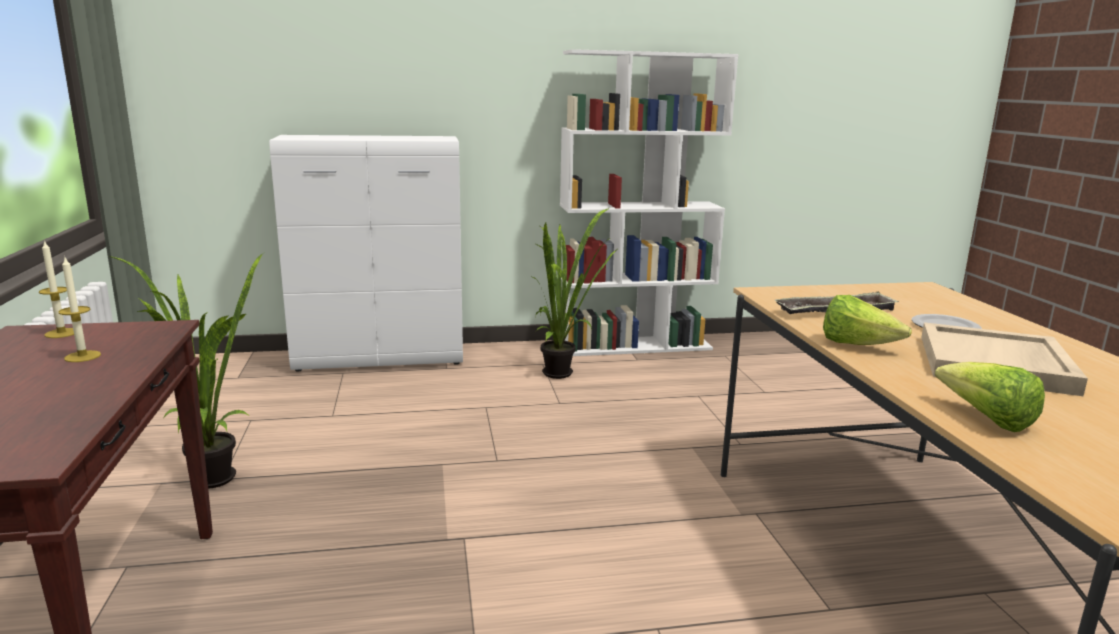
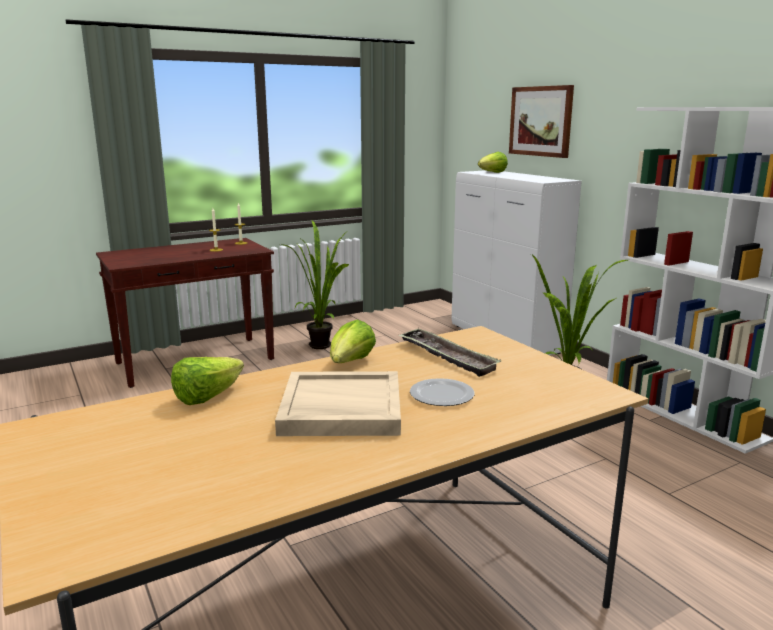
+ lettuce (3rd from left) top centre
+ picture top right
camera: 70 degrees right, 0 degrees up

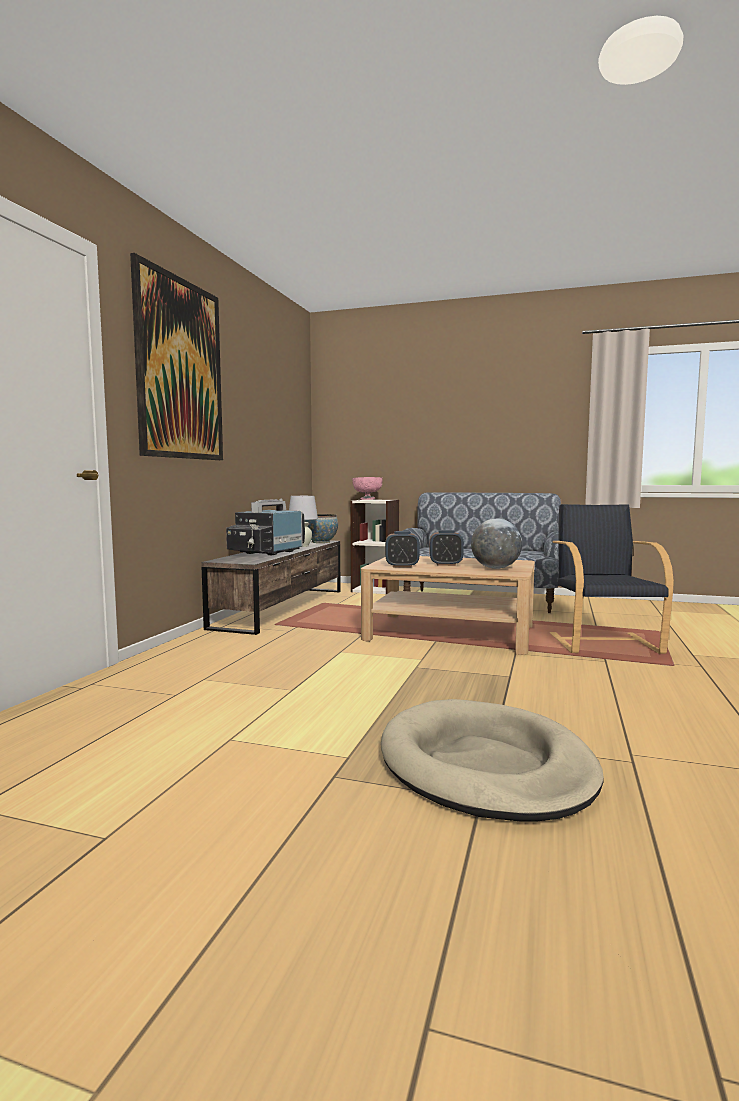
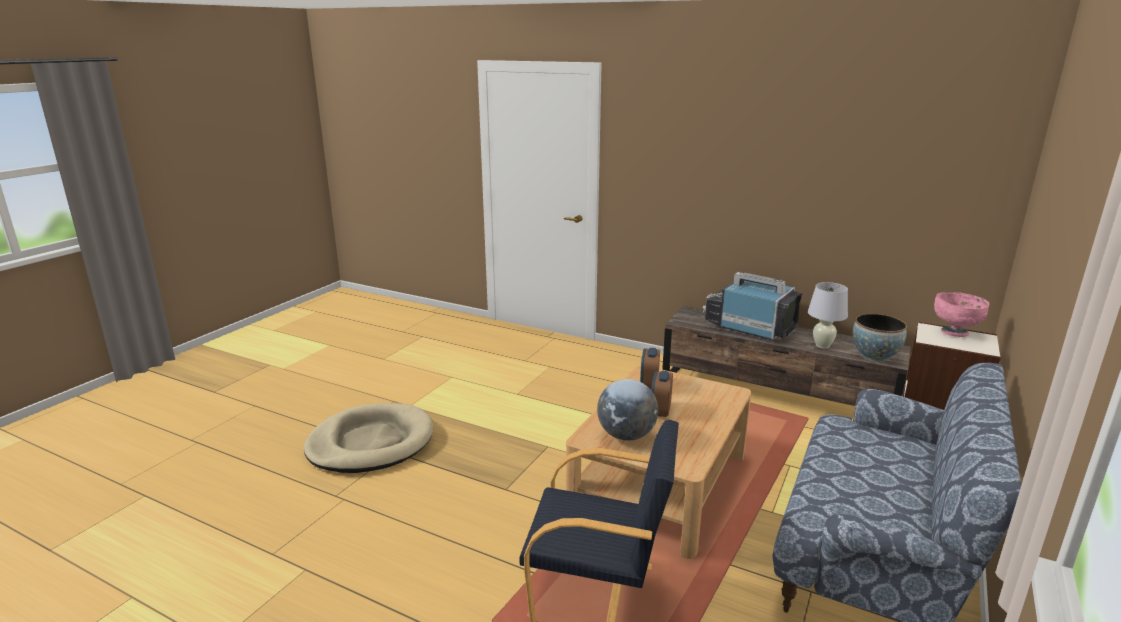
- picture top left
camera: 100 degrees right, 15 degrees up

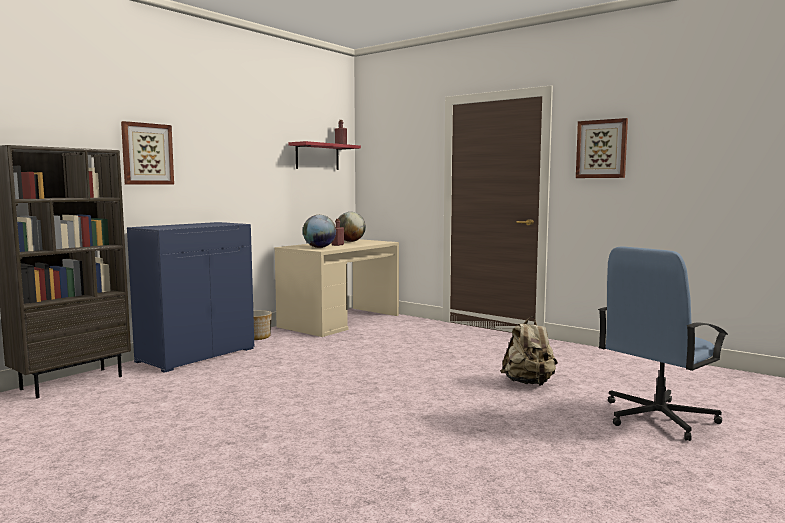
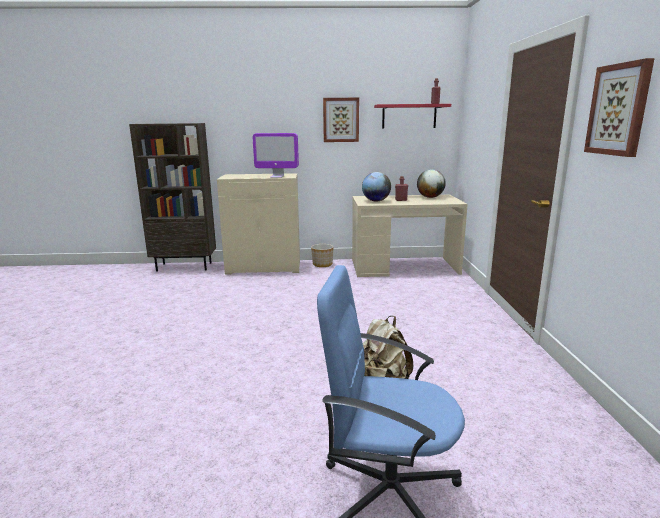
+ monitor top centre
~ picture (1st from left) top left to top centre
~ blue cabinet middle left to beige cabinet centre
camera: 50 degrees right, 10 degrees up

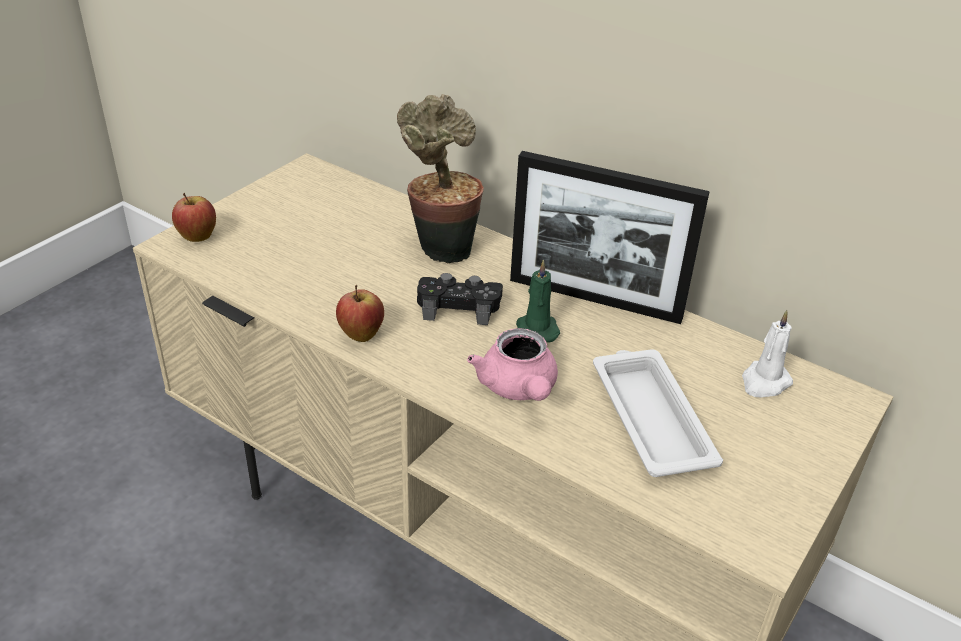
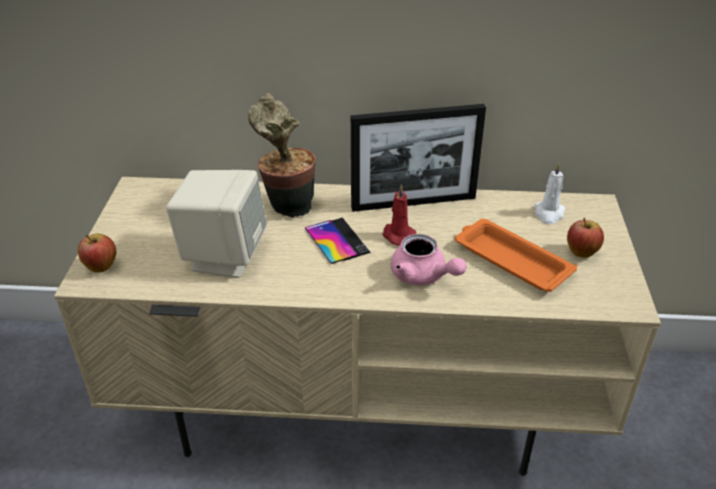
+ beige speaker middle left
~ apple (2nd from left) centre to middle right
~ black game controller centre to phone centre
~ green candle centre to red candle centre
~ white tray middle right to orange tray middle right
camera: 30 degrees left, 0 degrees up

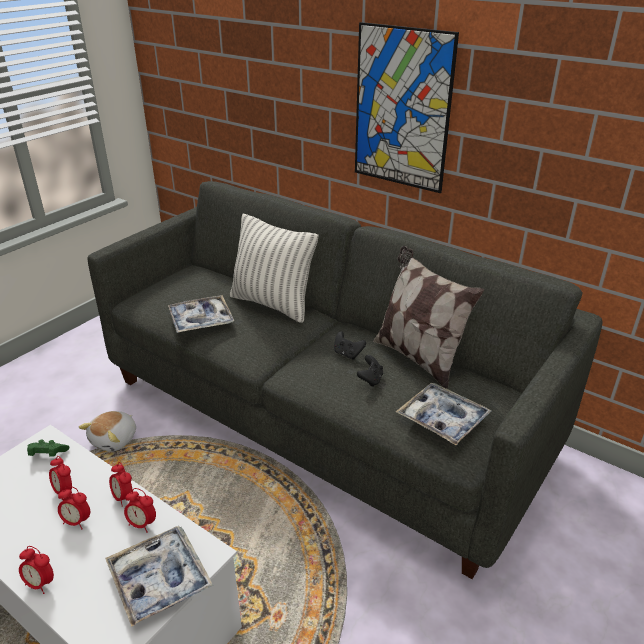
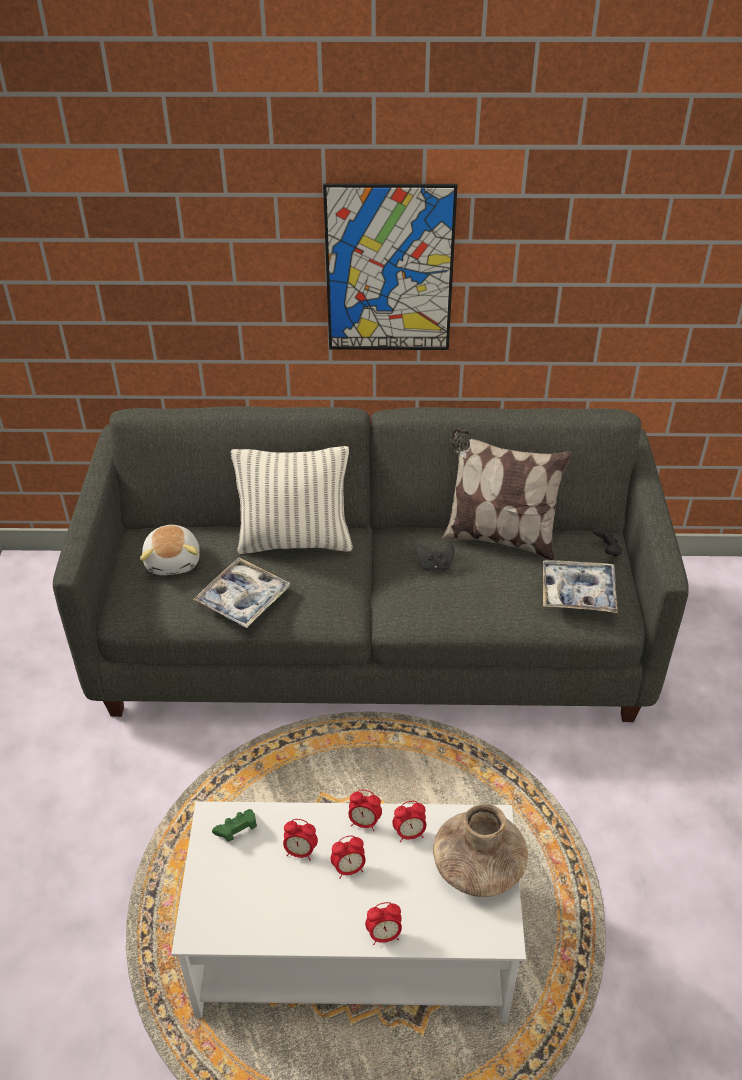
~ plush toy bottom left to middle left
~ black game controller (2nd from left) centre to middle right
~ tray (1st from left) bottom left to brown vase bottom centre
camera: 35 degrees left, 10 degrees up

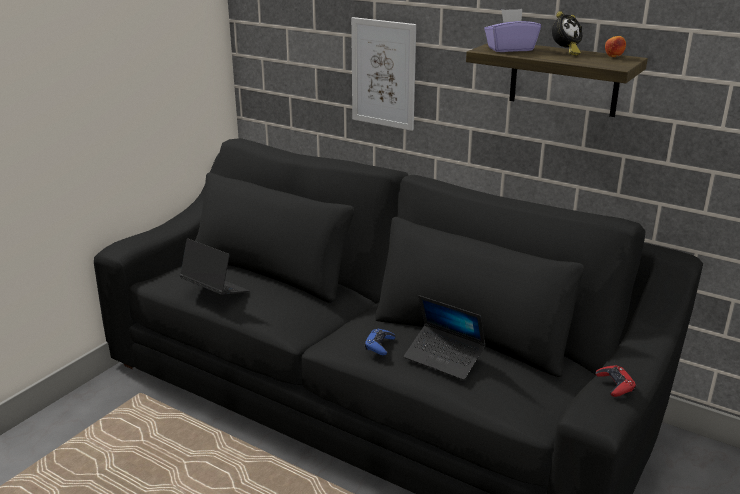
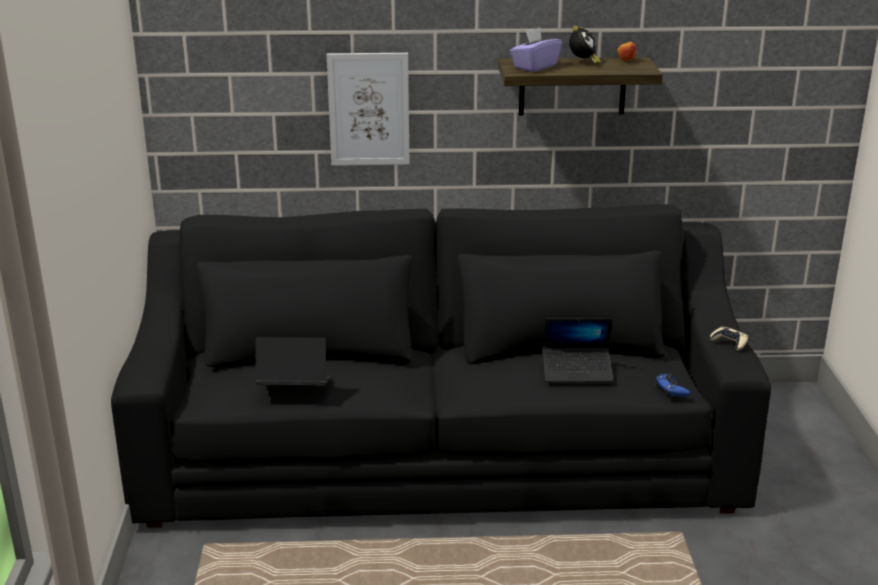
~ blue game controller bottom centre to middle right
~ red game controller bottom right to beige game controller middle right
camera: 35 degrees left, 0 degrees up

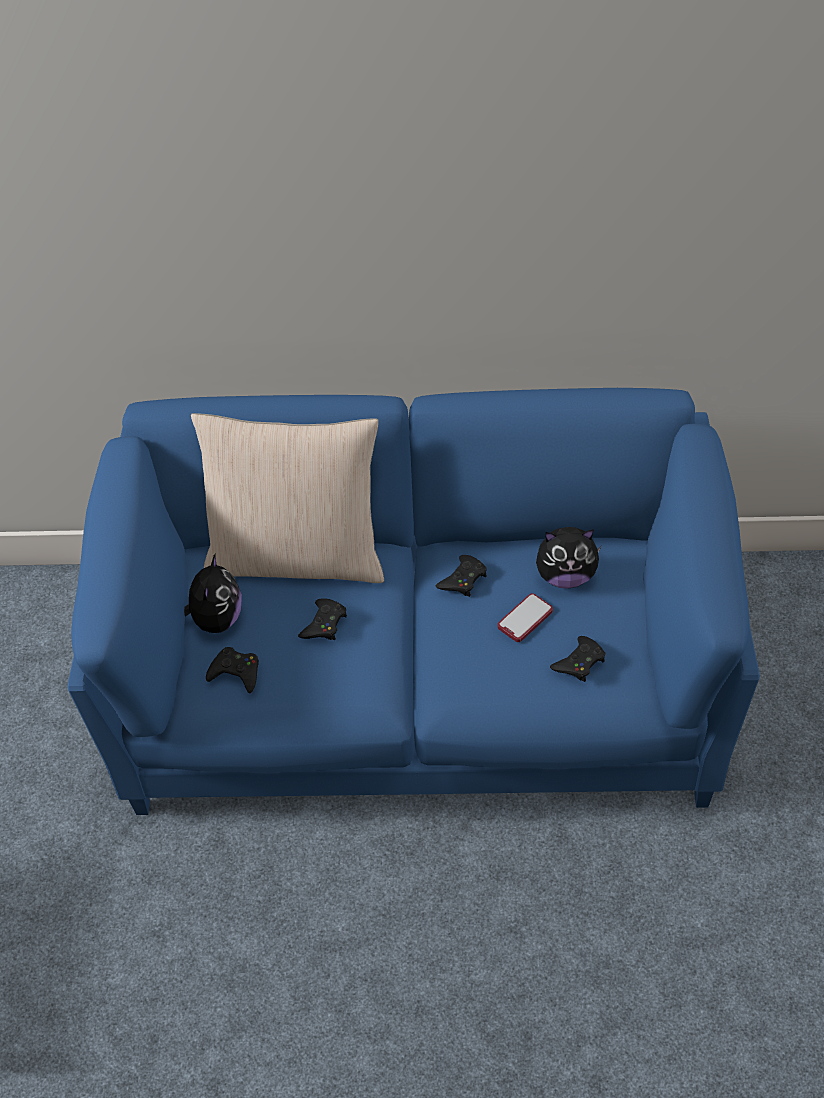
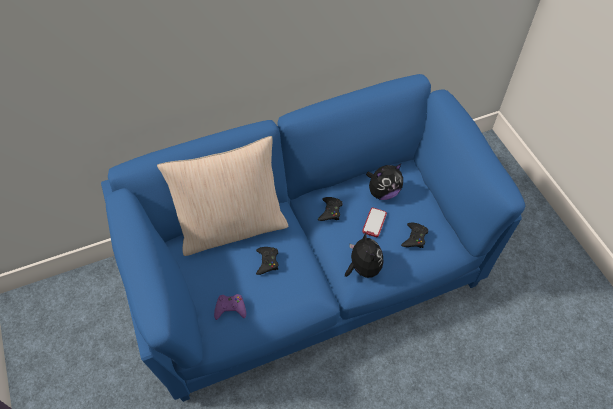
~ plush toy (1st from left) middle left to centre
~ black game controller (1st from left) middle left to purple game controller bottom centre
camera: 25 degrees left, 5 degrees up

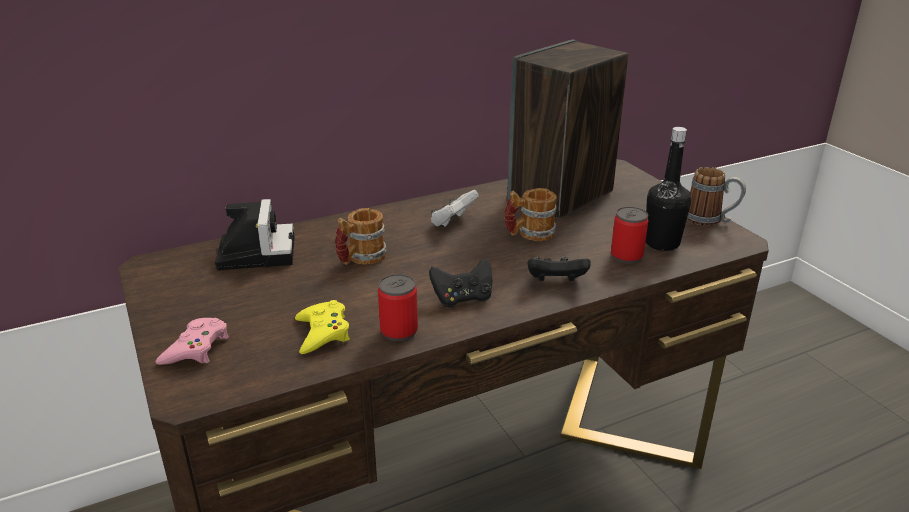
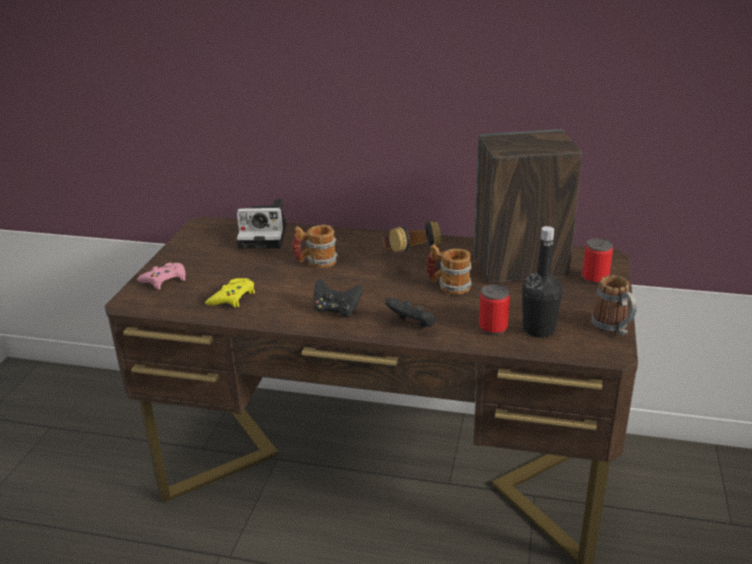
~ can (1st from left in the first image) centre to can (2nd from left) middle right
~ white game controller centre to headphones centre
~ photo camera middle left = centre 60 degrees clockwise
camera: 40 degrees right, 0 degrees up

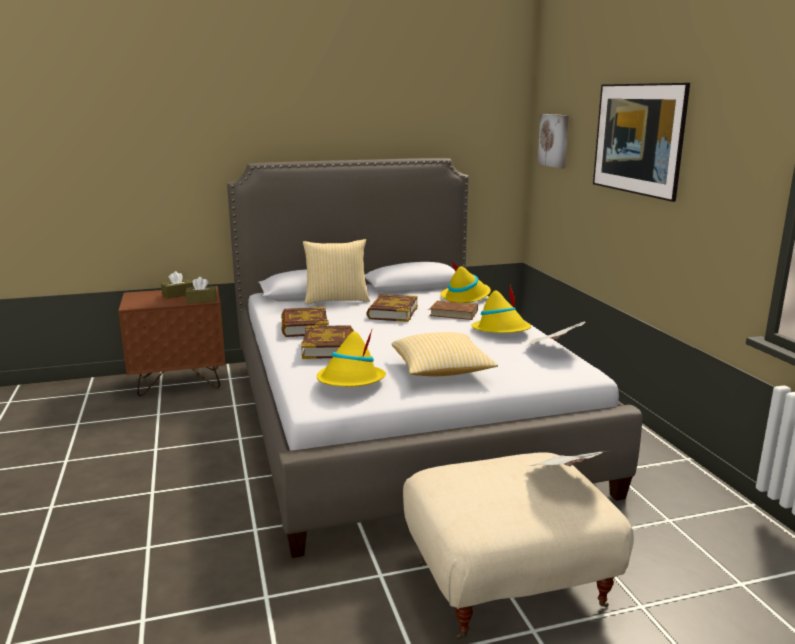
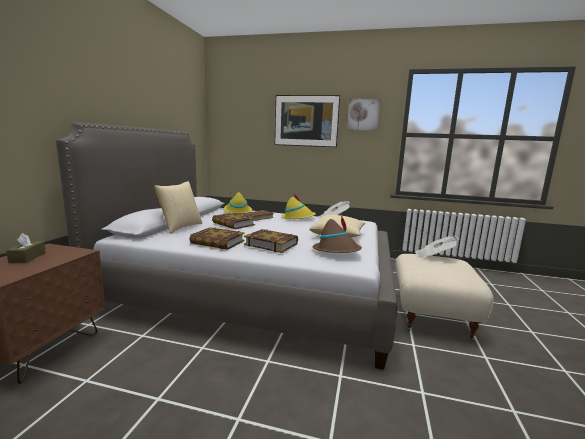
- brown tissue box (2nd from left) middle left
~ picture (1st from left in the first image) top right to picture (2nd from left) top centre
~ yellow hat (1st from left) centre to brown hat centre
camera: 60 degrees left, 5 degrees down

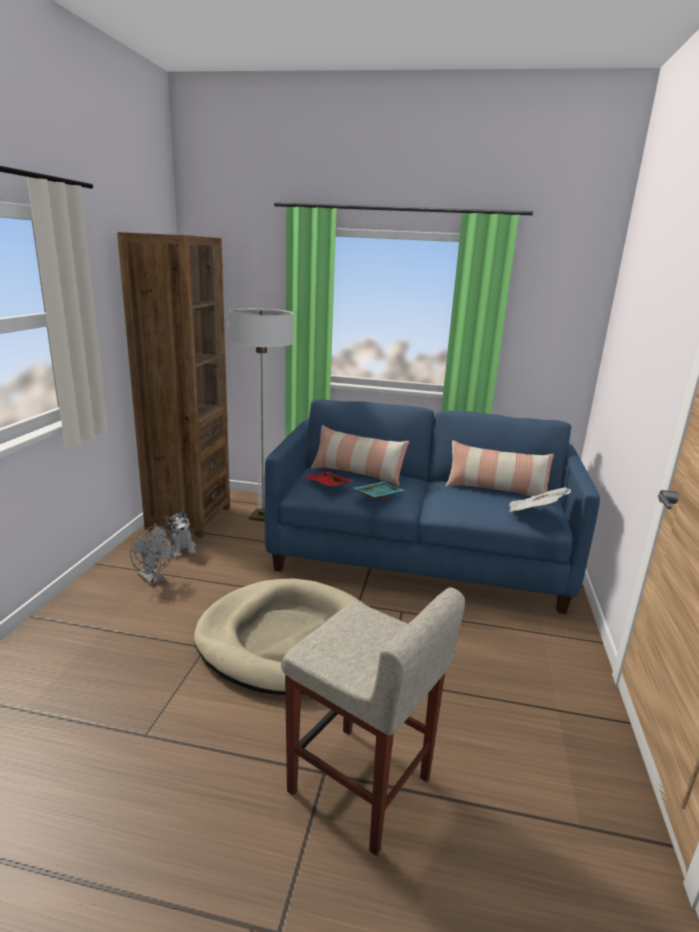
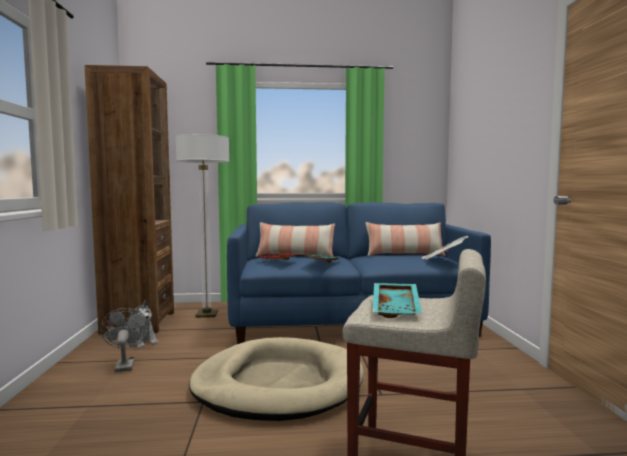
+ turquoise tray (2nd from left) centre
~ grey fan middle left = bottom left 135 degrees counterclockwise
camera: 15 degrees left, 15 degrees down

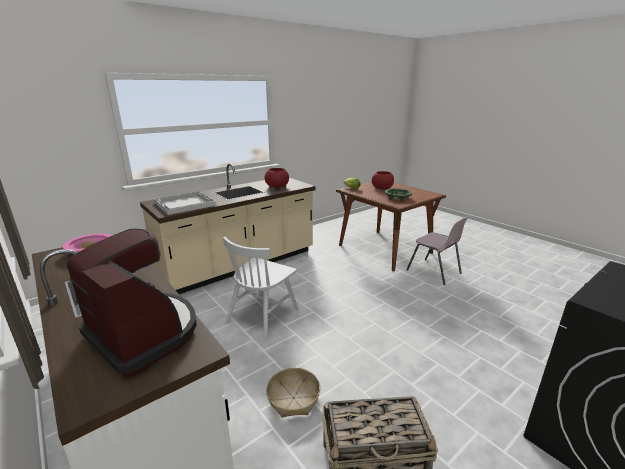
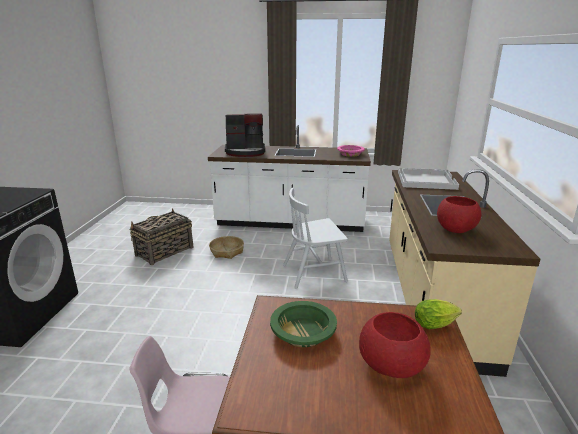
~ white chair centre = centre 90 degrees counterclockwise
camera: 135 degrees right, 0 degrees up

